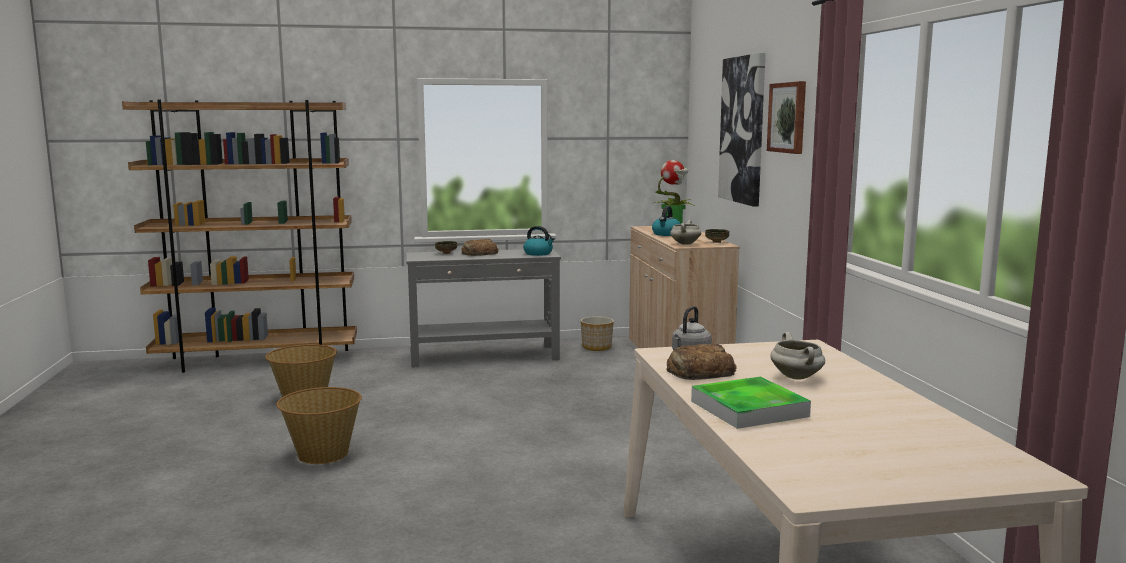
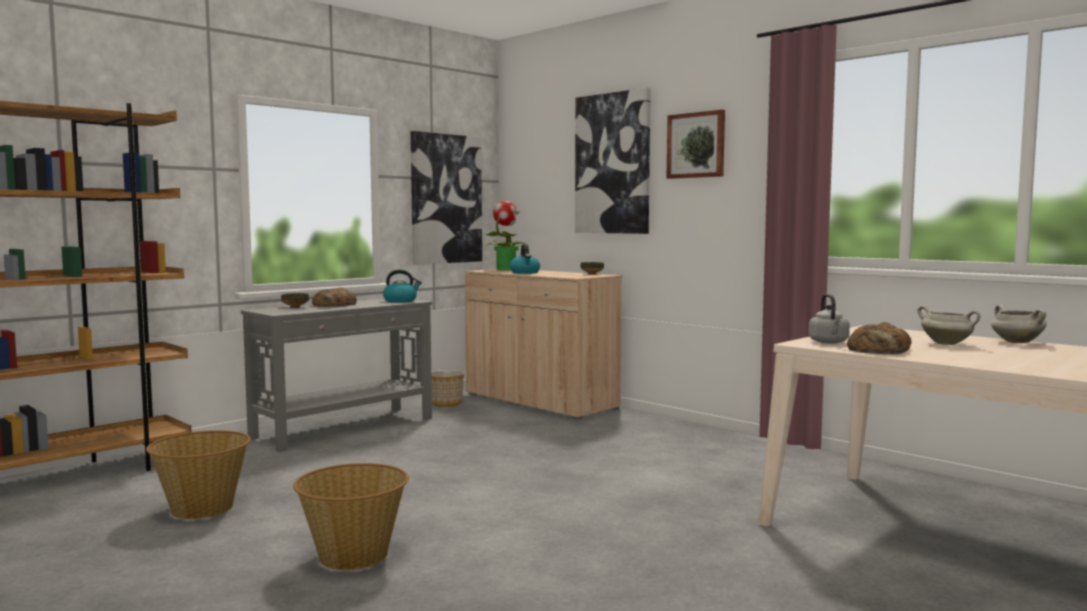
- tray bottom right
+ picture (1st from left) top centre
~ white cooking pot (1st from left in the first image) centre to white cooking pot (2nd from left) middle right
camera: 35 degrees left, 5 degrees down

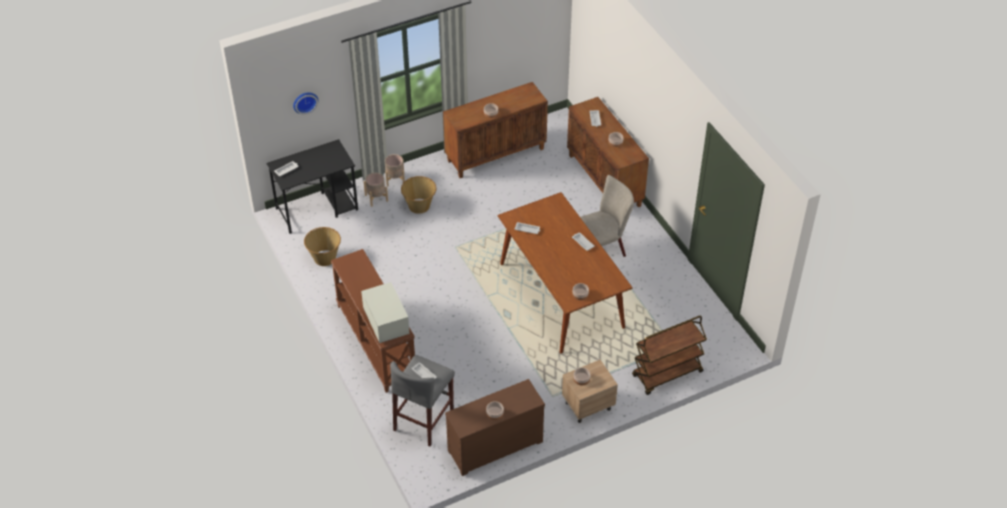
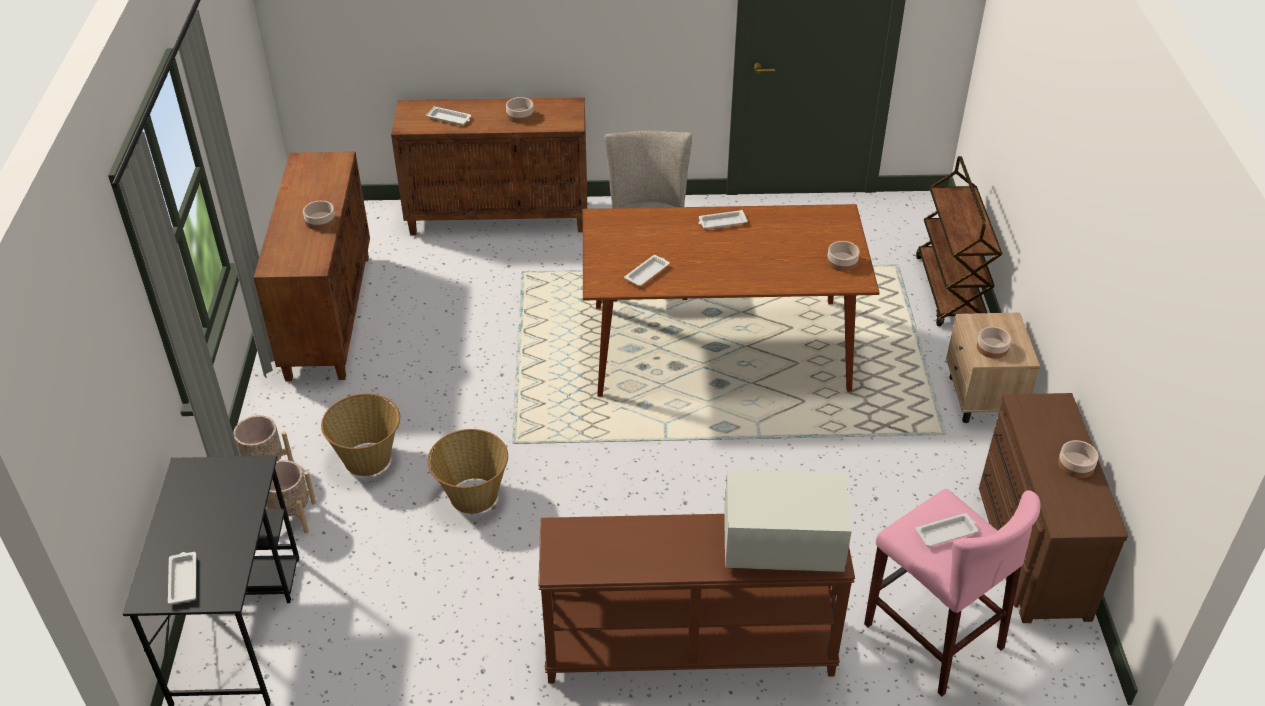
- wall clock top left
~ basket (1st from left in the first image) middle left to basket (2nd from left) bottom centre
~ grey stool bottom centre to pink stool bottom right
camera: 65 degrees left, 5 degrees down

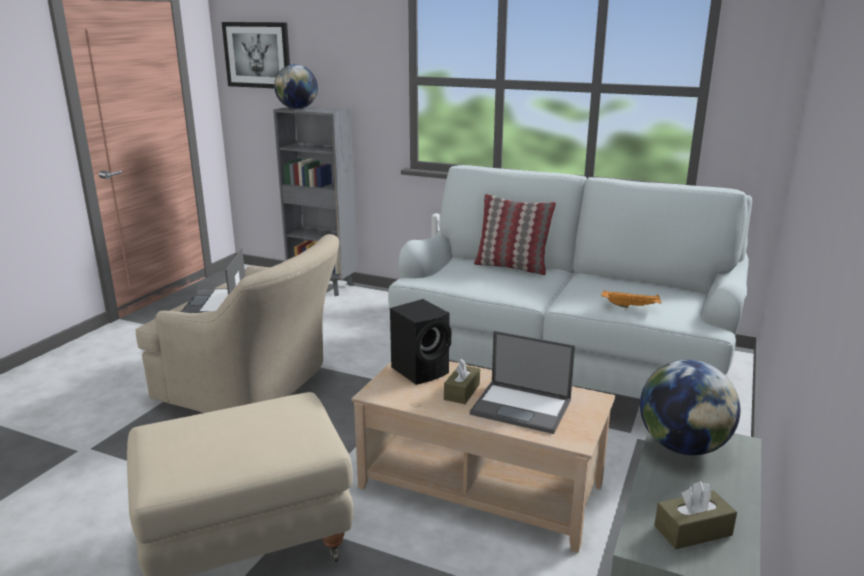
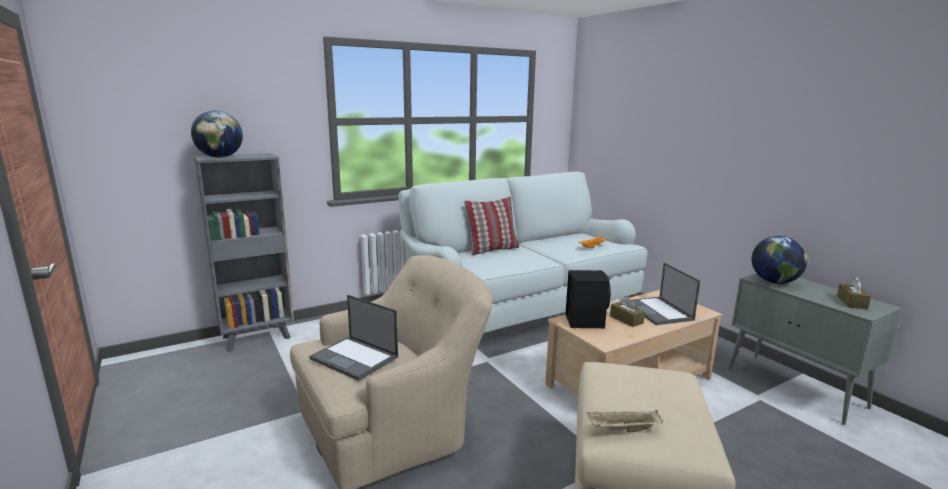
- picture top left
+ beige tray bottom centre
~ laptop (2nd from left) centre = middle right 105 degrees clockwise
camera: 55 degrees left, 5 degrees down

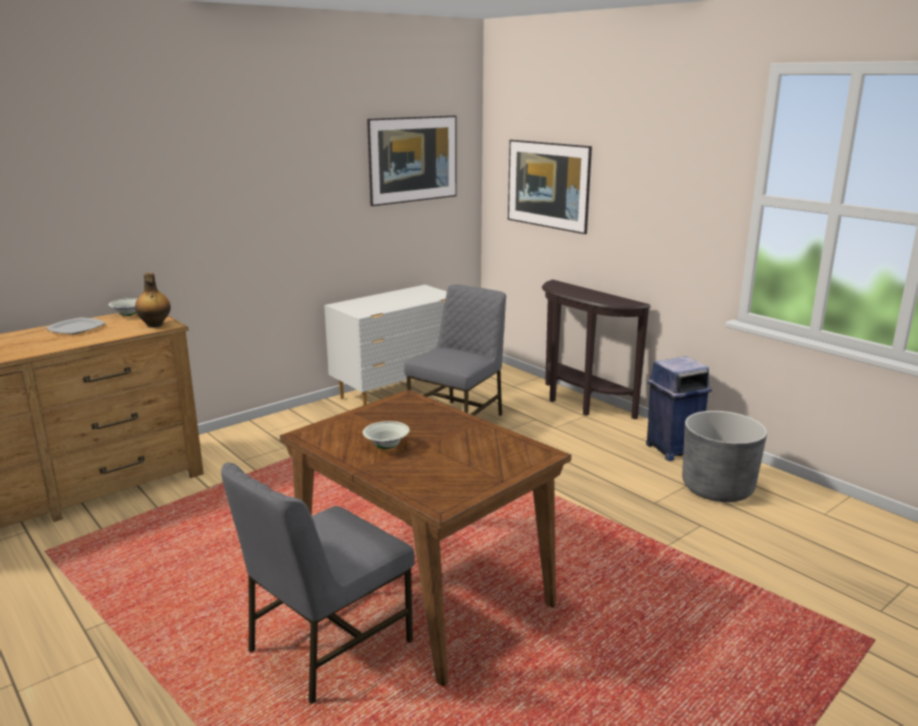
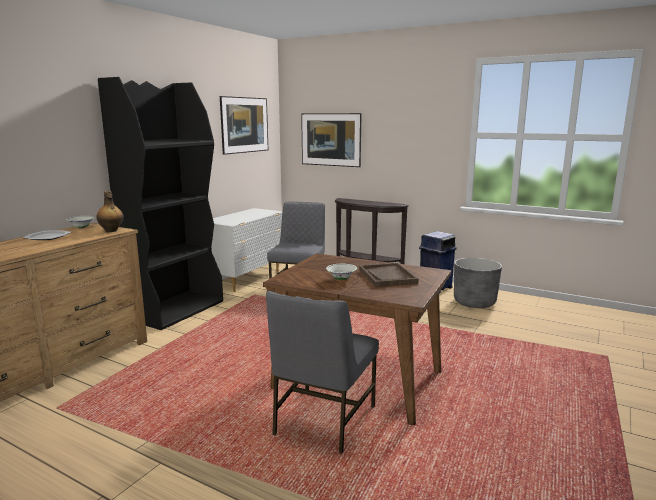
+ black bookcase middle left
+ brown tray centre
camera: 20 degrees left, 5 degrees down

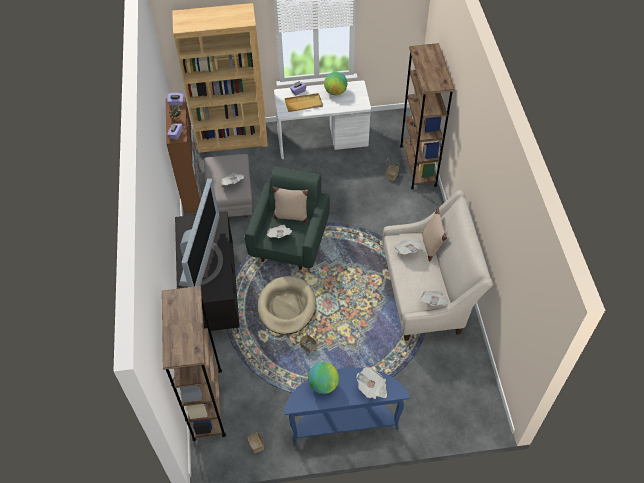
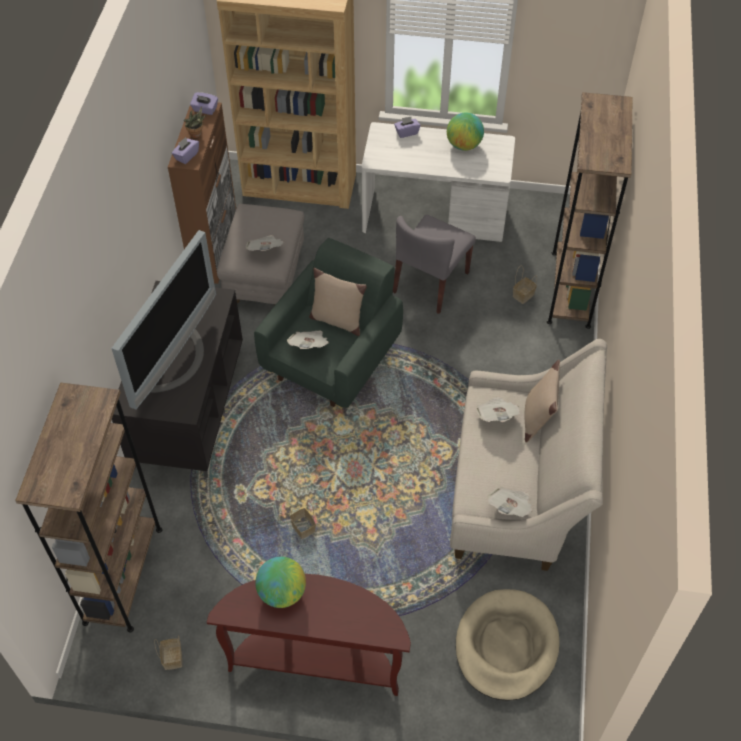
- beige tray top centre
- newspaper (3rd from left) bottom centre
+ grey chair centre
~ beige dog bed centre to bottom right
~ blue console table bottom centre to brown console table bottom centre
camera: 15 degrees right, 0 degrees up

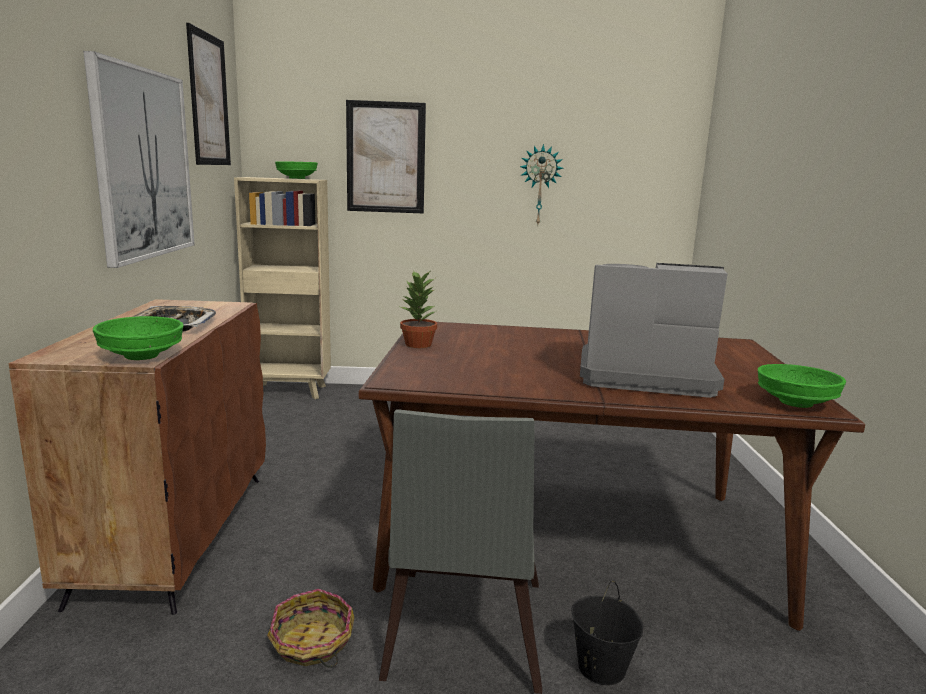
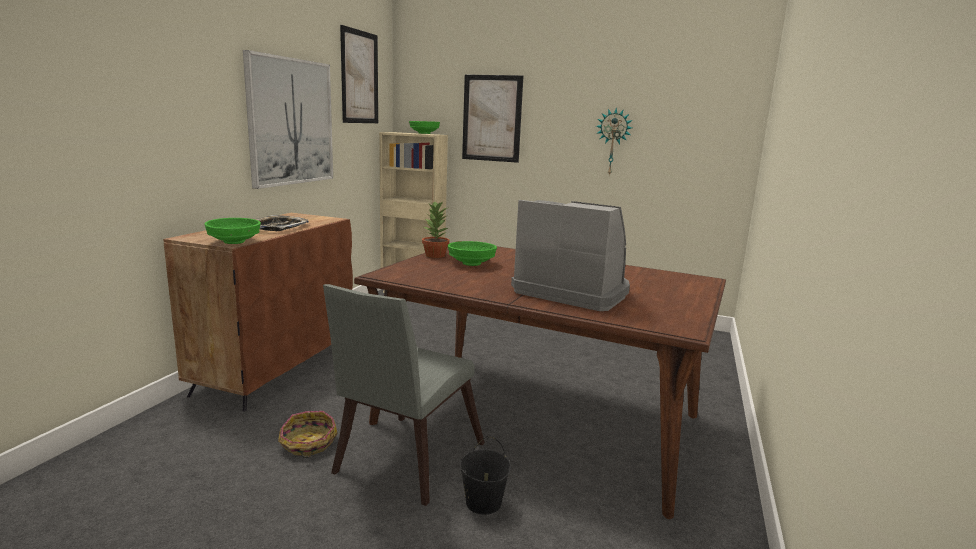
~ green bowl (3rd from left) middle right to centre
camera: 20 degrees right, 0 degrees up

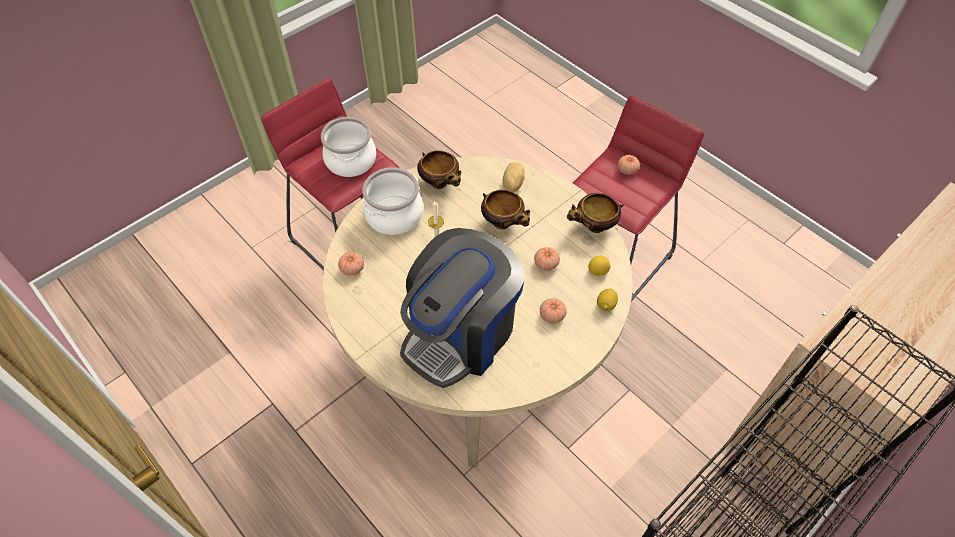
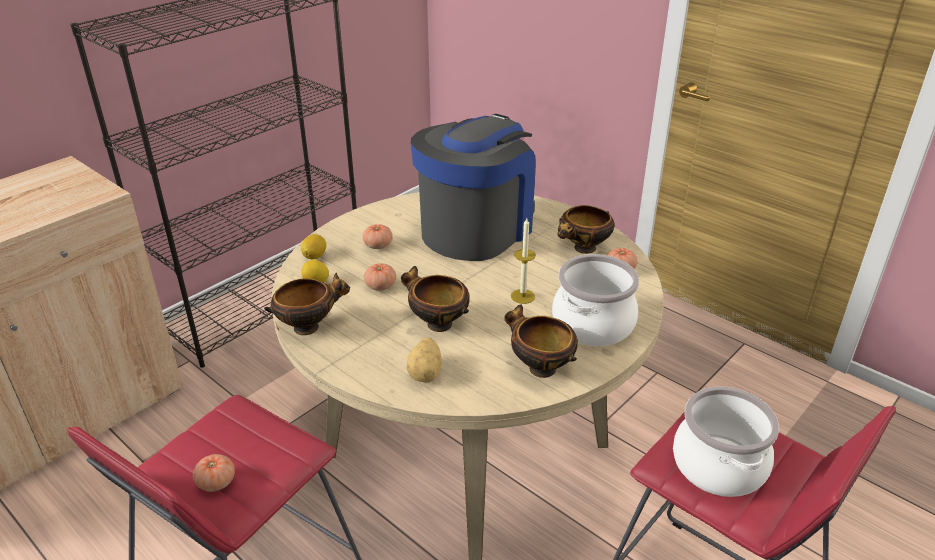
+ bowl (4th from left) centre
camera: 175 degrees right, 20 degrees down

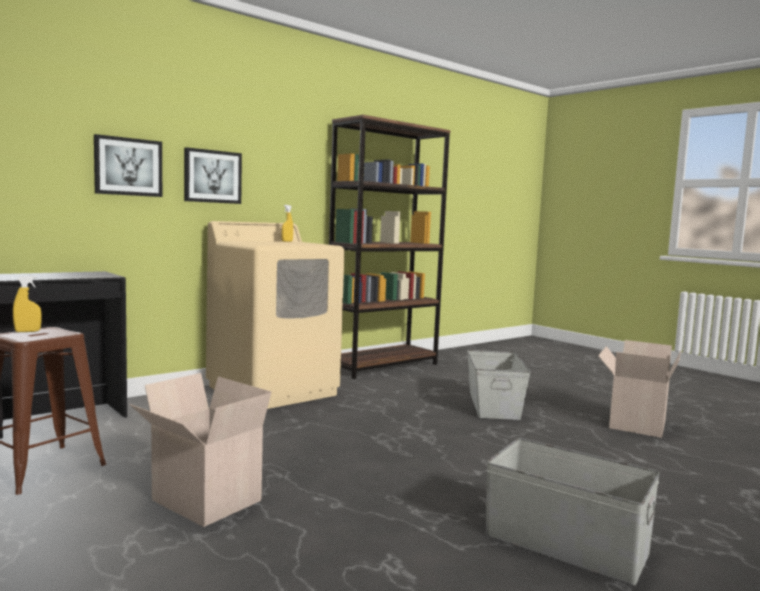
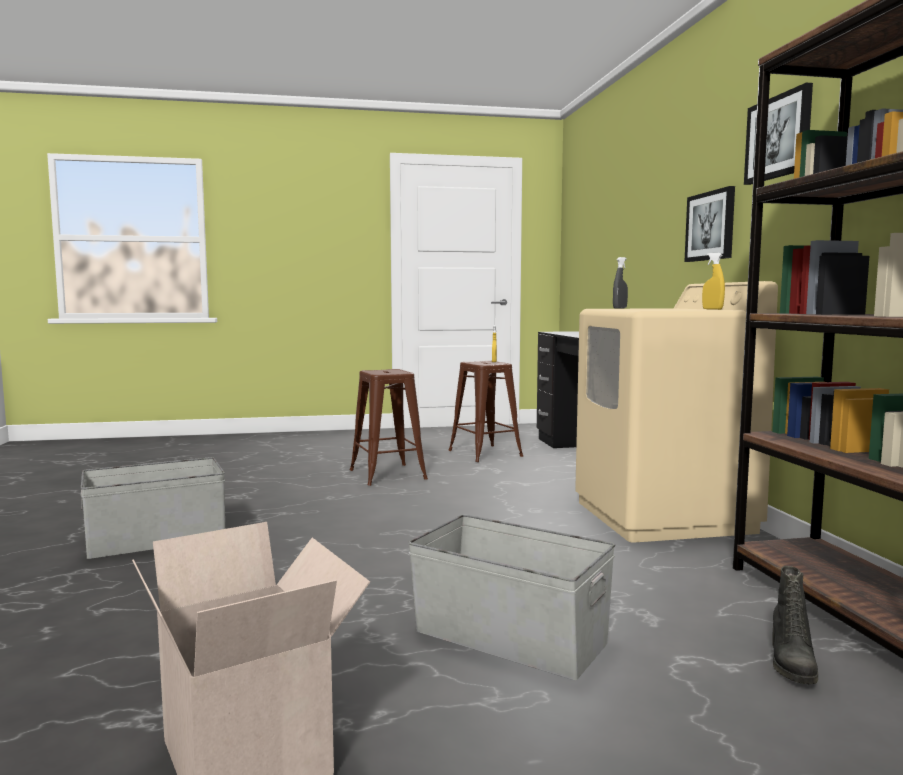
+ grey spray bottle middle right
+ black boot bottom right
~ picture (1st from left in the first image) top left to picture (2nd from left) top right
~ cardboard box (1st from left) bottom left to brown stool (1st from left) centre
camera: 120 degrees right, 0 degrees up

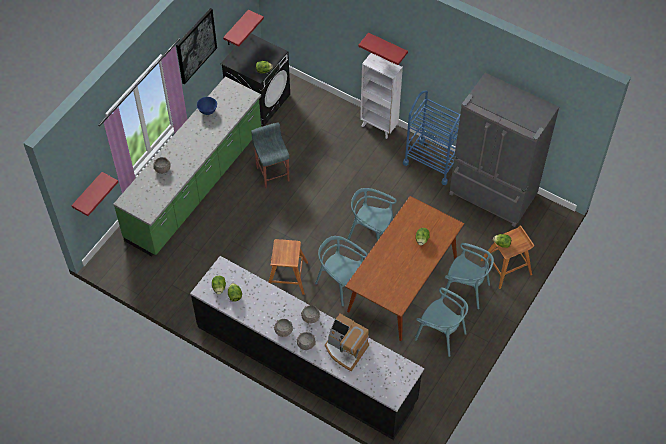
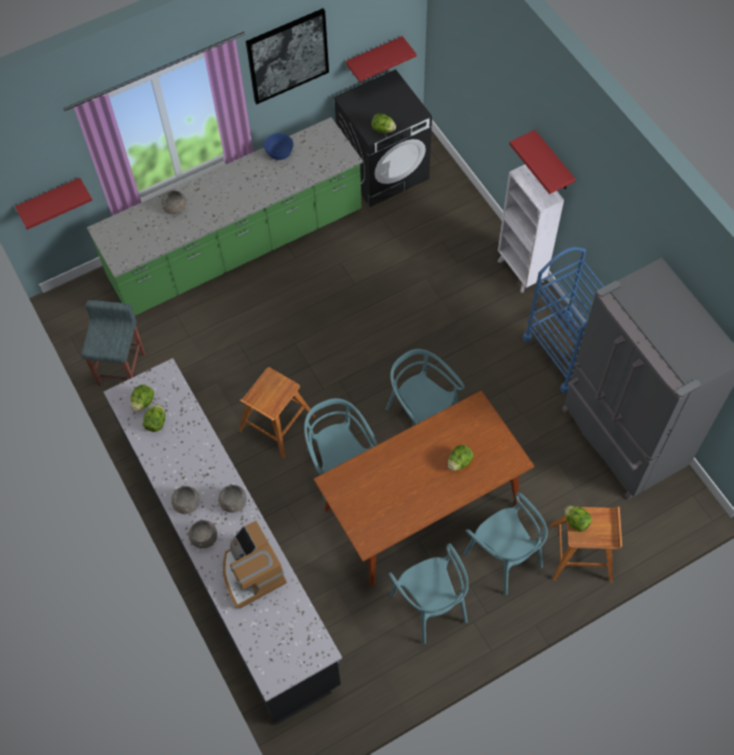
~ grey stool centre to middle left
camera: 30 degrees right, 5 degrees up

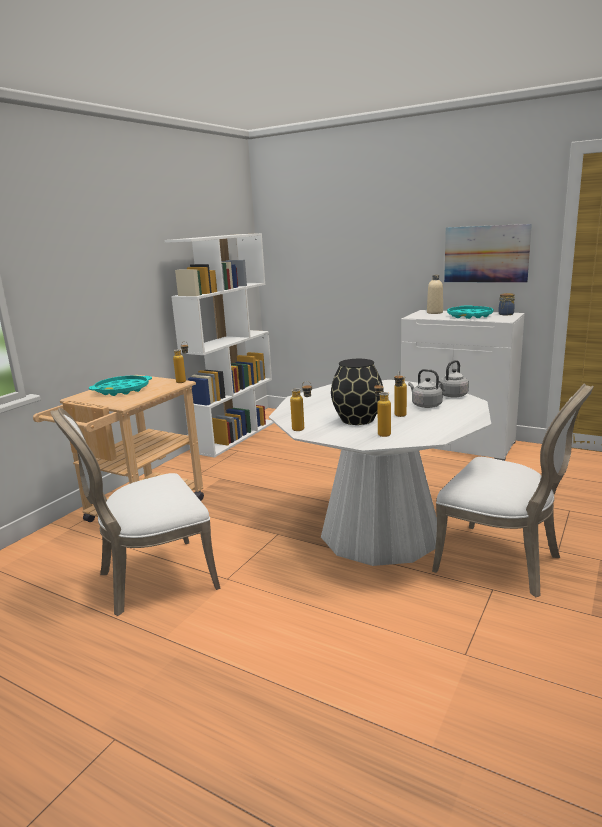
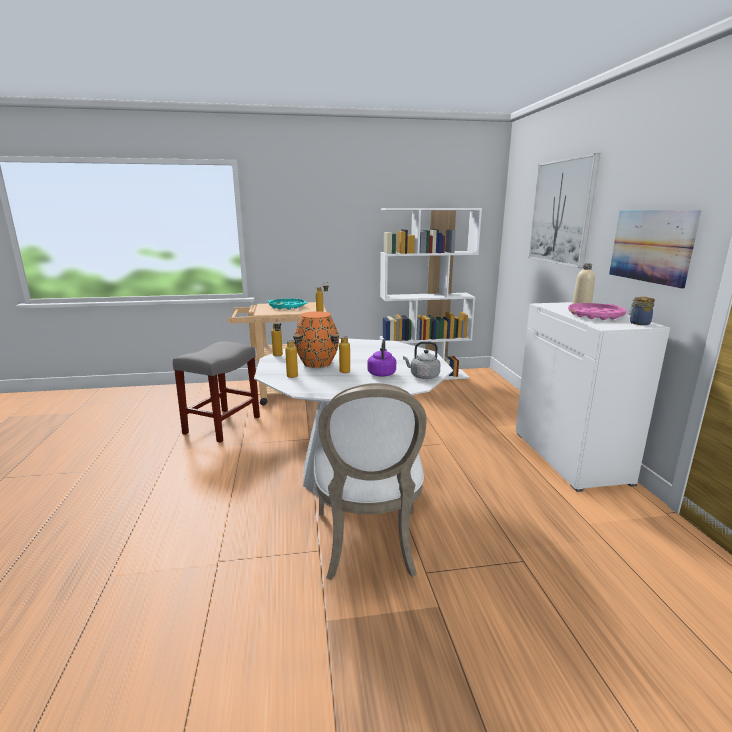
+ picture (1st from left) top right
~ white chair (1st from left) middle left to grey stool middle left
~ black vase centre to orange vase centre
~ grey kettle (1st from left) middle right to purple kettle centre
~ turquoise tray (2nd from left) middle right to pink tray middle right
camera: 50 degrees right, 0 degrees up

